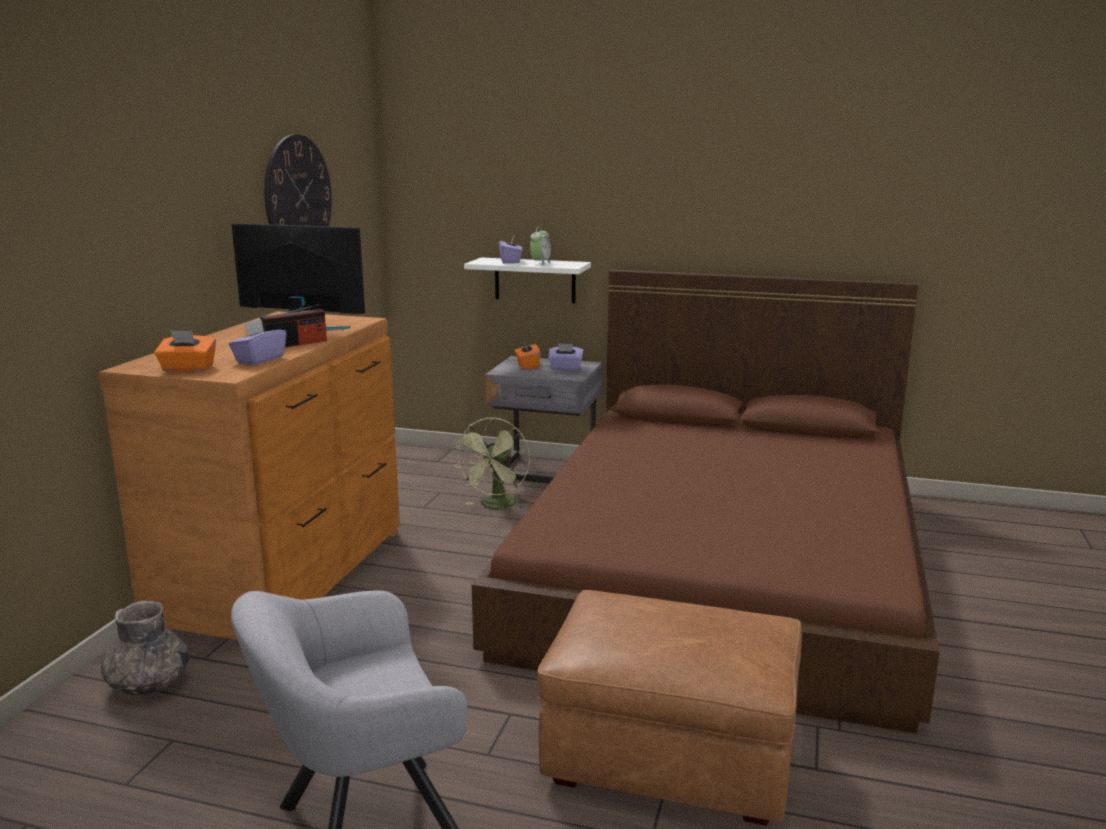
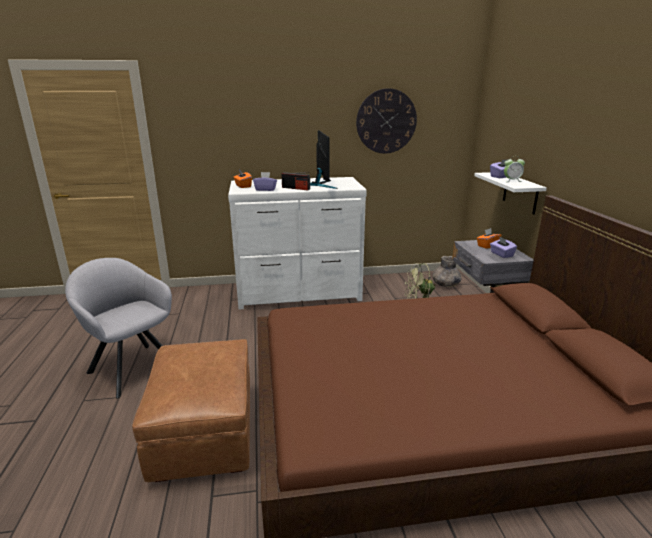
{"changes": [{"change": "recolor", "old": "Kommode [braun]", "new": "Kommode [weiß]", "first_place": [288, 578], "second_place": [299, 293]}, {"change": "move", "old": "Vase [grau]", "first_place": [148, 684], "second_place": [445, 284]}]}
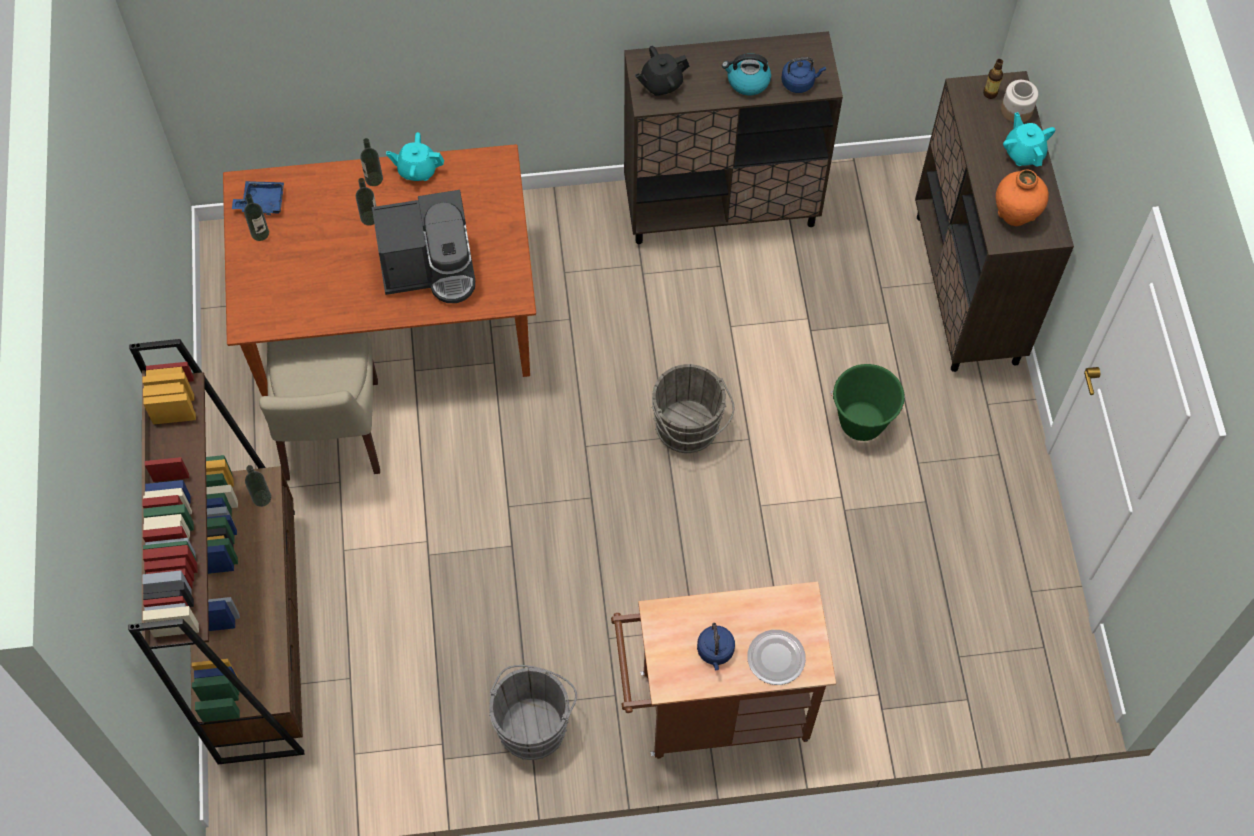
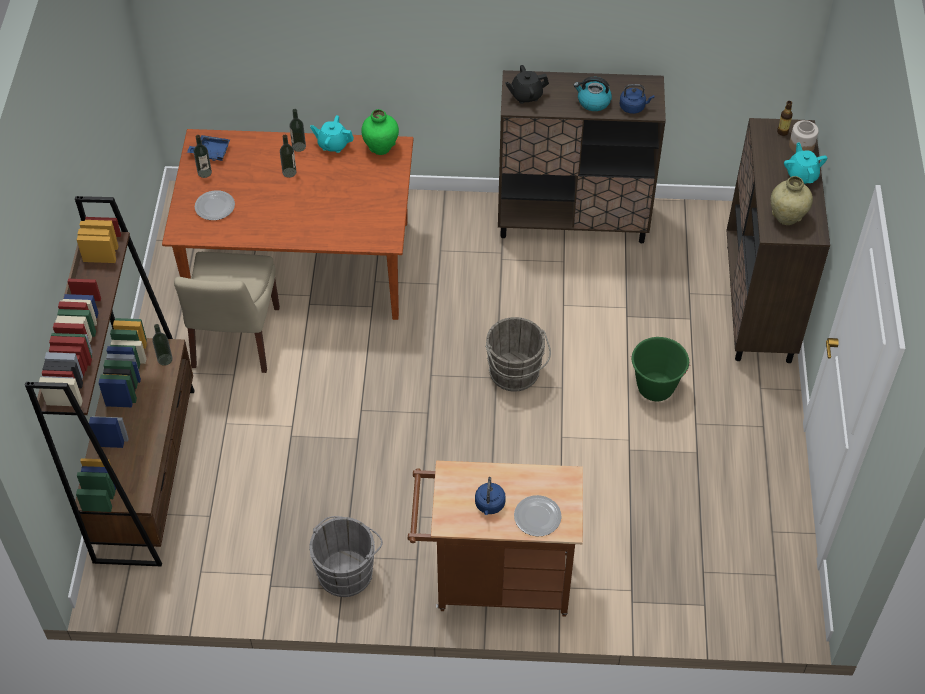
{"changes": [{"change": "delete", "old": "Kaffeemaschine", "first_place": [430, 268]}, {"change": "recolor", "old": "Vase [orange]", "new": "Vase [beige]", "first_place": [1015, 214], "second_place": [787, 217]}, {"change": "insert", "new": "Teller", "second_place": [215, 206]}, {"change": "insert", "new": "Vase [grün]", "second_place": [381, 148]}]}
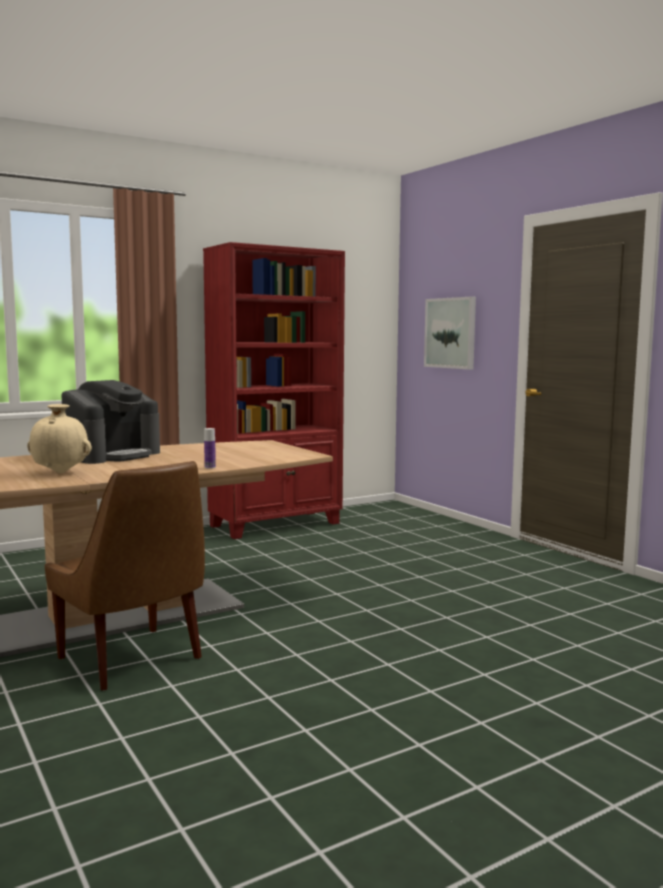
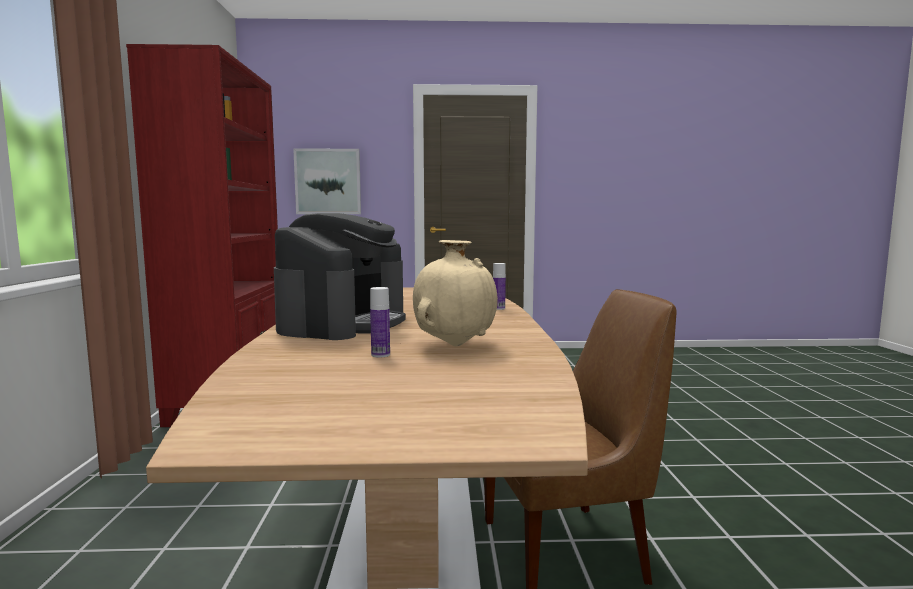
{"changes": [{"change": "rotate", "old": "Kaffeemaschine", "first_place": [112, 455], "second_place": [344, 324], "degrees": 45}, {"change": "insert", "new": "Flasche", "second_place": [380, 355]}]}
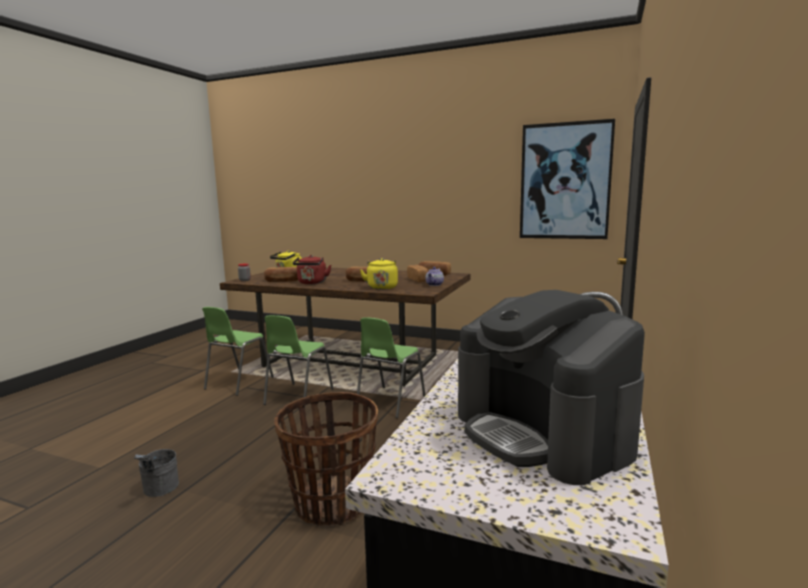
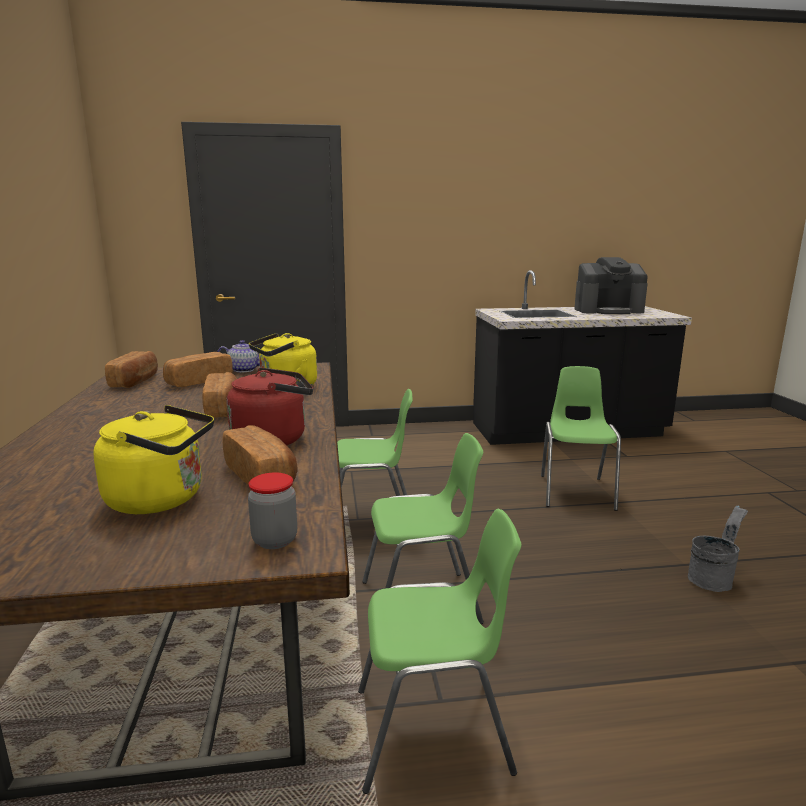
{"changes": [{"change": "replace", "old": "Korb", "new": "Stuhl [grün]", "first_place": [331, 503], "second_place": [576, 492]}, {"change": "rotate", "old": "Kaffeemaschine", "first_place": [542, 432], "second_place": [608, 310], "degrees": 60}, {"change": "delete", "old": "Bild", "first_place": [565, 181]}]}
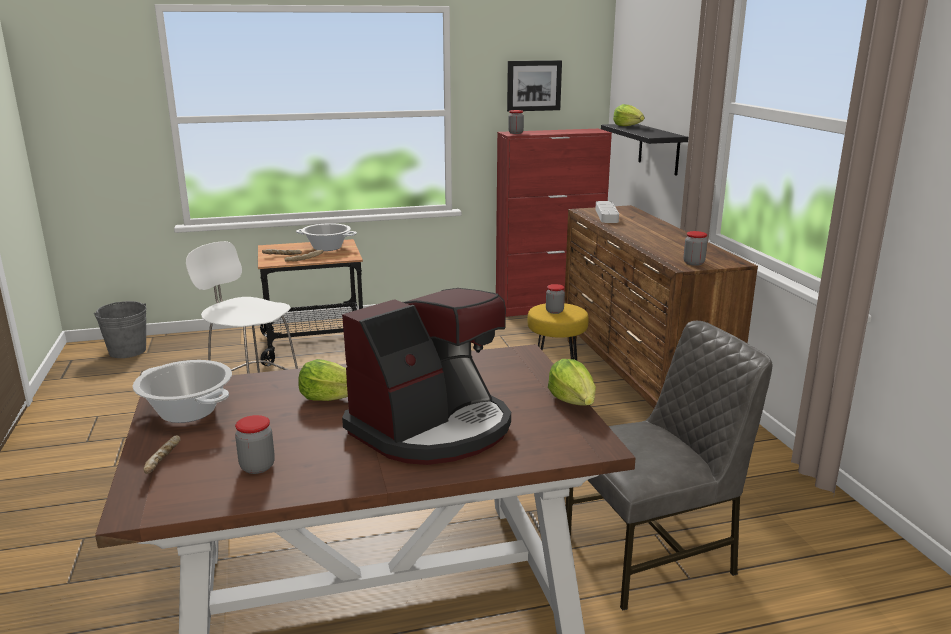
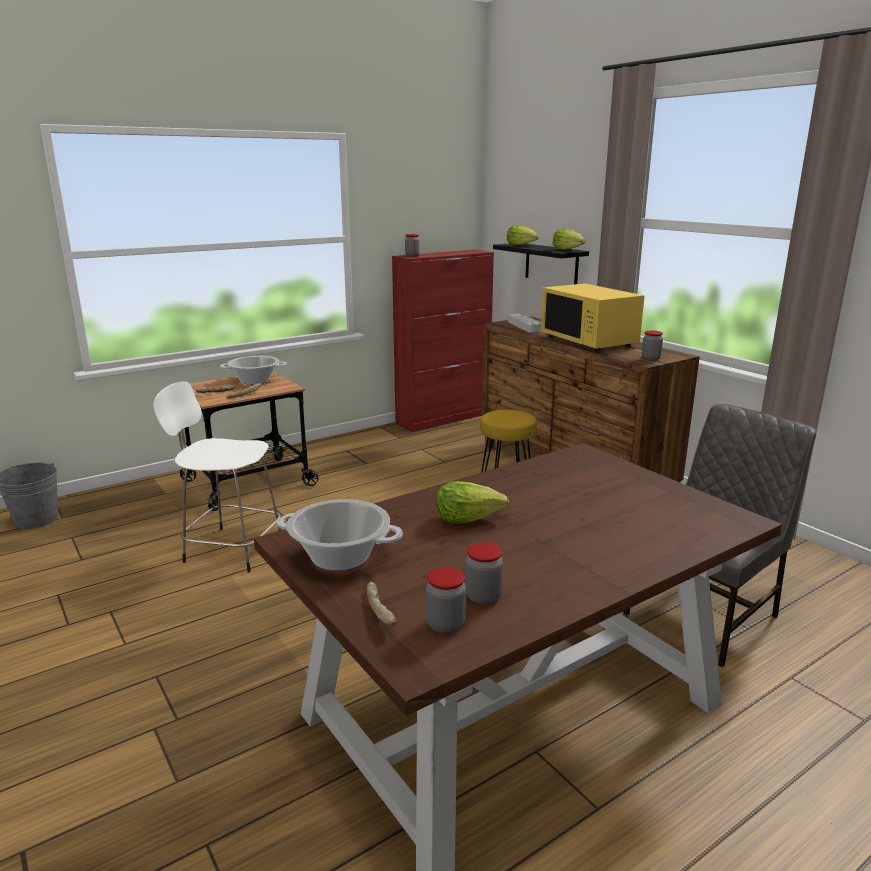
{"changes": [{"change": "delete", "old": "Kaffeemaschine", "first_place": [432, 428]}, {"change": "delete", "old": "Bild", "first_place": [533, 85]}, {"change": "move", "old": "Vorratsglas", "first_place": [554, 311], "second_place": [445, 625]}, {"change": "move", "old": "Salatkopf", "first_place": [573, 401], "second_place": [568, 250]}, {"change": "insert", "new": "Mikrowelle [gelb]", "second_place": [589, 341]}]}
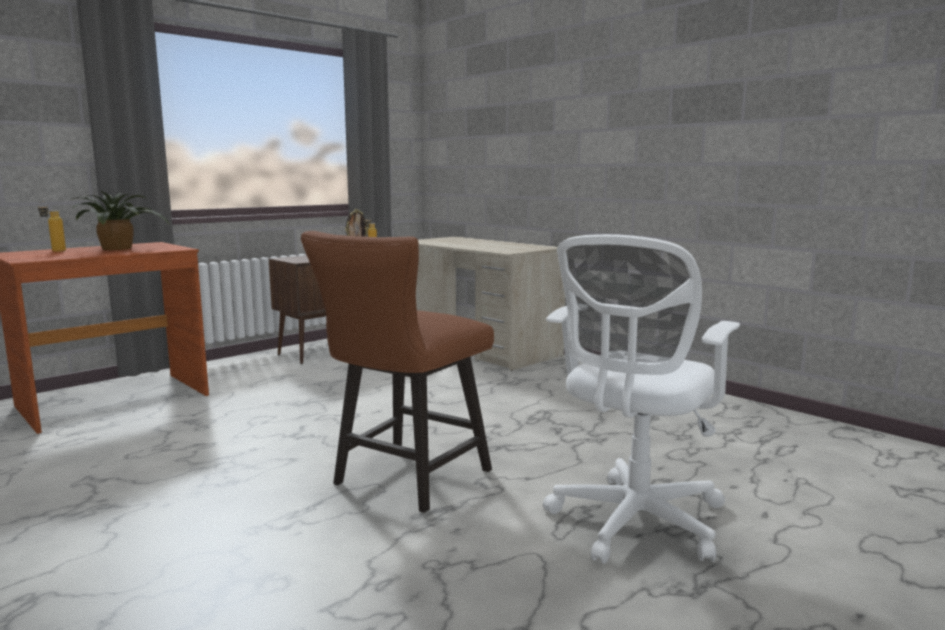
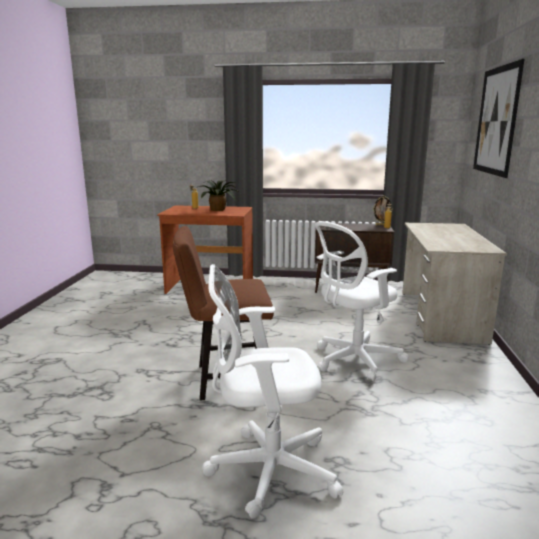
{"changes": [{"change": "insert", "new": "Bürostuhl [weiß]", "second_place": [353, 360]}, {"change": "insert", "new": "Bild", "second_place": [496, 121]}]}
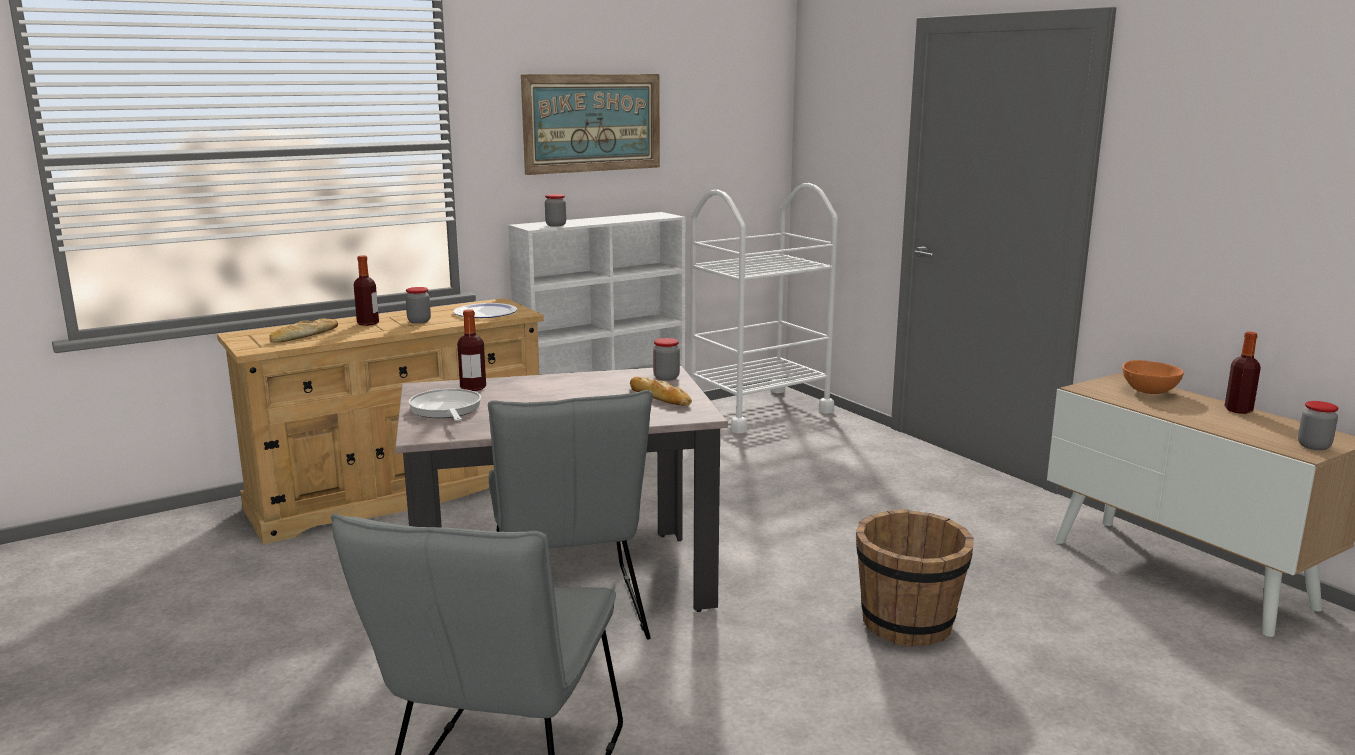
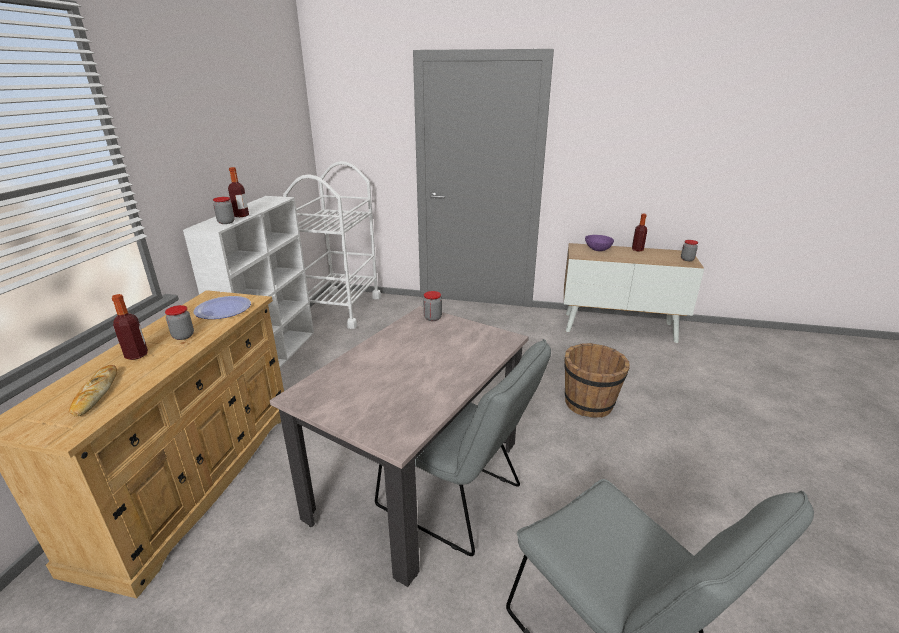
{"changes": [{"change": "delete", "old": "Pfanne", "first_place": [446, 410]}, {"change": "move", "old": "Flasche", "first_place": [473, 388], "second_place": [241, 215]}, {"change": "delete", "old": "Bild", "first_place": [592, 123]}, {"change": "delete", "old": "Brot", "first_place": [659, 396]}, {"change": "recolor", "old": "Schüssel [orange]", "new": "Schüssel [lila]", "first_place": [1149, 392], "second_place": [598, 250]}]}
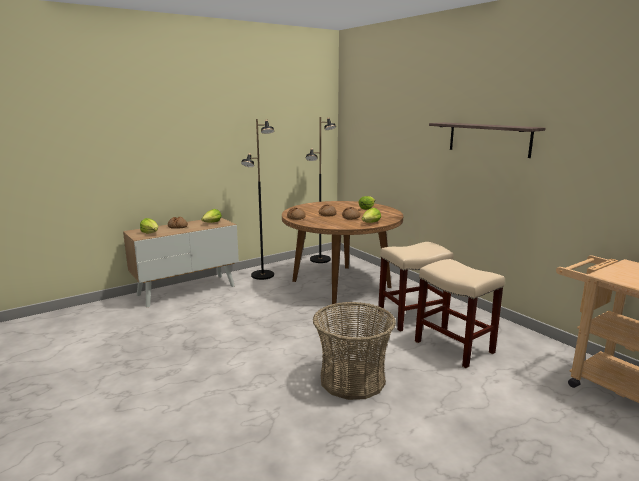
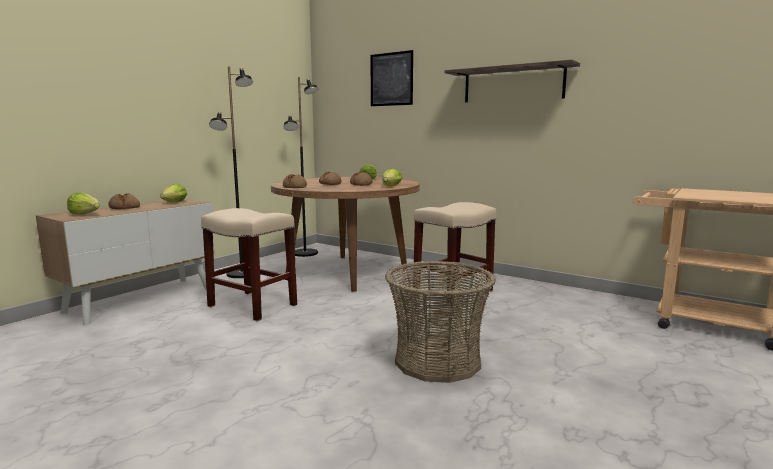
{"changes": [{"change": "move", "old": "Hocker [beige]", "first_place": [453, 347], "second_place": [251, 305]}, {"change": "insert", "new": "Bild", "second_place": [391, 79]}]}
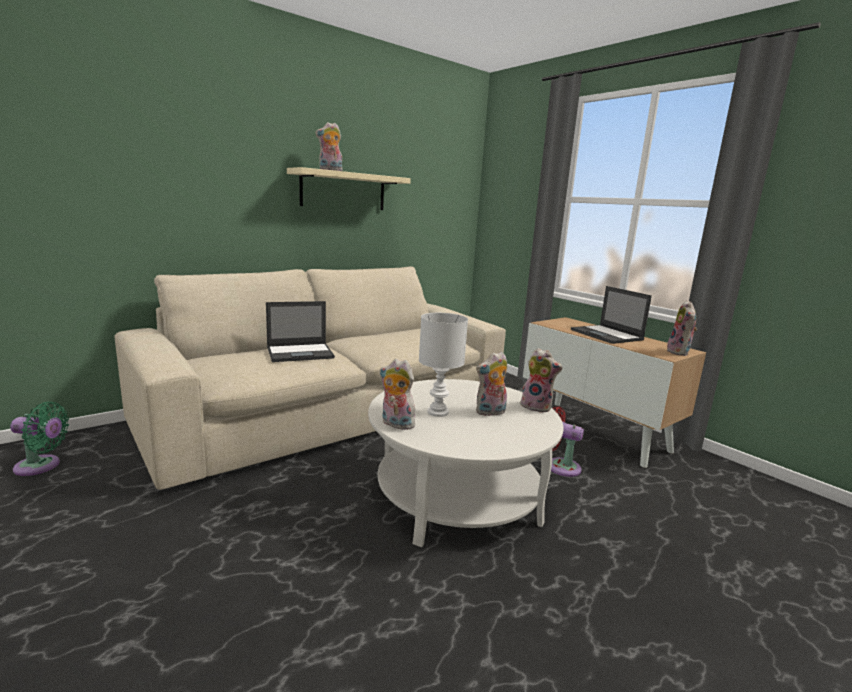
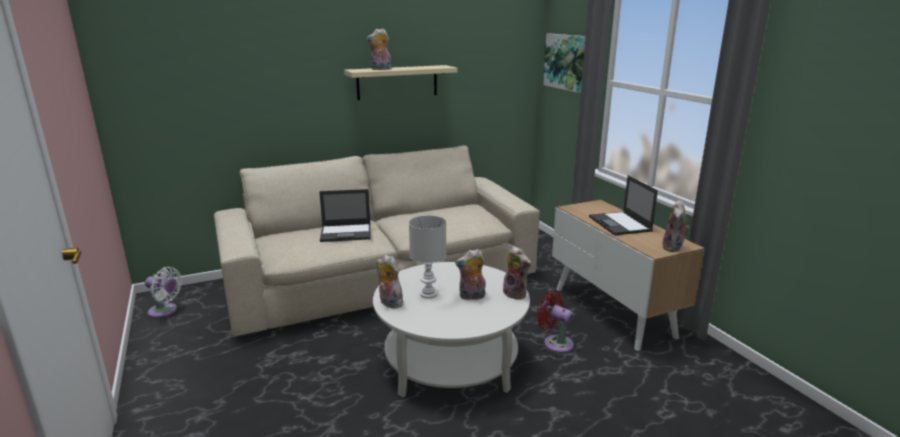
{"changes": [{"change": "recolor", "old": "Ventilator [grün]", "new": "Ventilator [weiß]", "first_place": [41, 466], "second_place": [165, 311]}, {"change": "insert", "new": "Bild", "second_place": [565, 62]}]}
